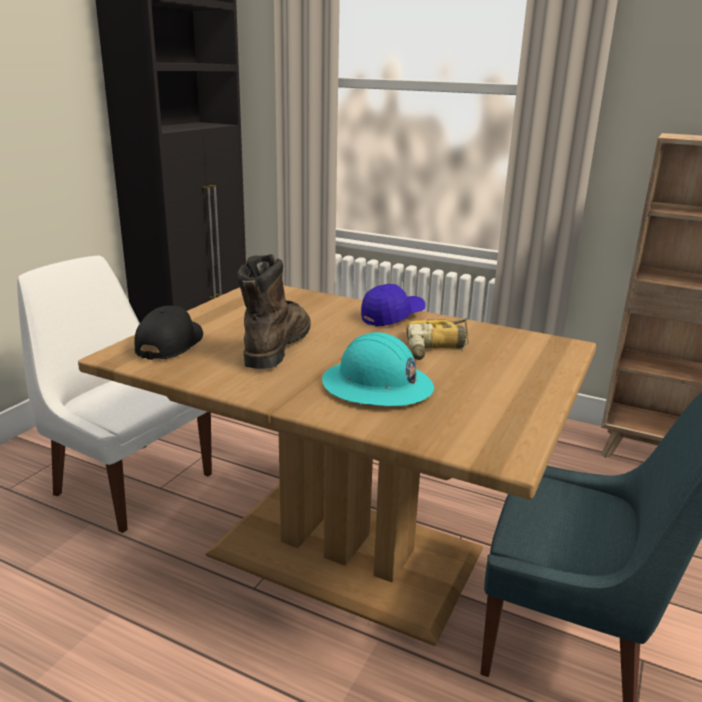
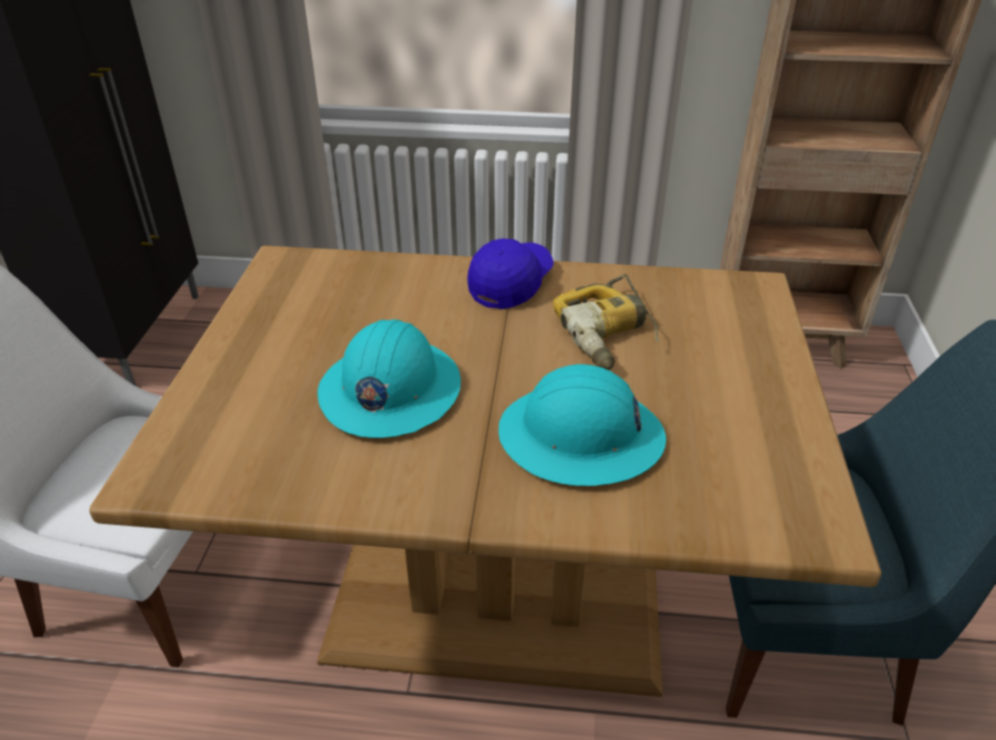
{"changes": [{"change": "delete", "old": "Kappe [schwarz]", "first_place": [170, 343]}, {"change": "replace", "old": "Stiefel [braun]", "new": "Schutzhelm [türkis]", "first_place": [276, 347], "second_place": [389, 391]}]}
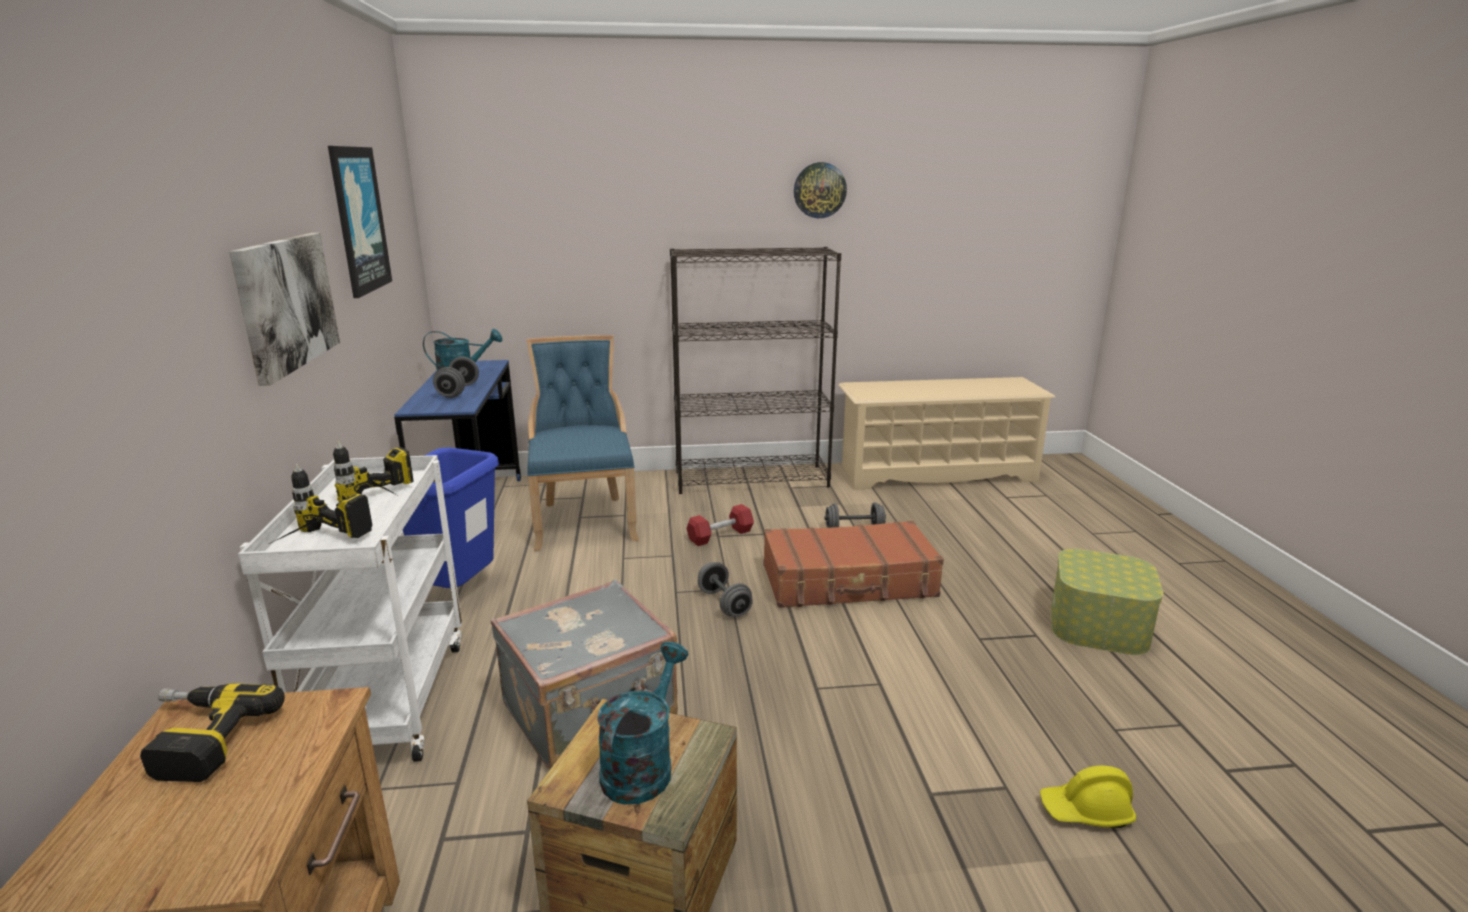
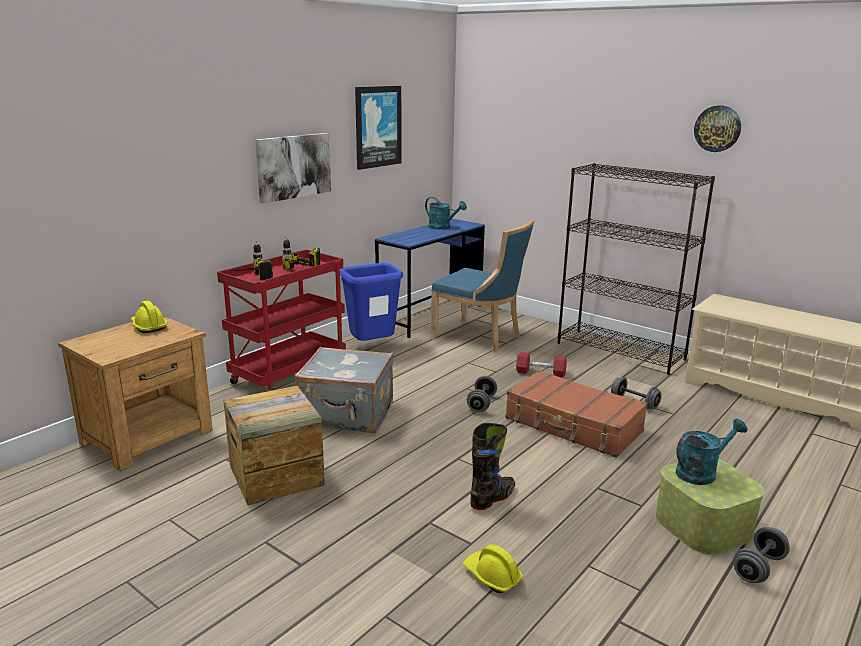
{"changes": [{"change": "replace", "old": "Bohrmaschine", "new": "Schutzhelm [gelb]", "first_place": [196, 739], "second_place": [148, 326]}, {"change": "recolor", "old": "Rollwagen [weiß]", "new": "Rollwagen [rot]", "first_place": [387, 698], "second_place": [288, 374]}, {"change": "move", "old": "Hantel [grau]", "first_place": [458, 391], "second_place": [758, 568]}, {"change": "rotate", "old": "Stuhl [blau]", "first_place": [584, 520], "second_place": [480, 337], "degrees": 90}, {"change": "move", "old": "Gießkanne [türkis]", "first_place": [642, 765], "second_place": [701, 472]}, {"change": "insert", "new": "Stiefel [schwarz]", "second_place": [492, 498]}]}
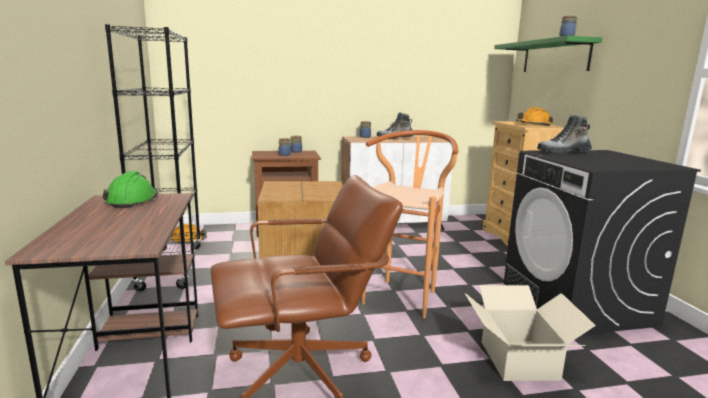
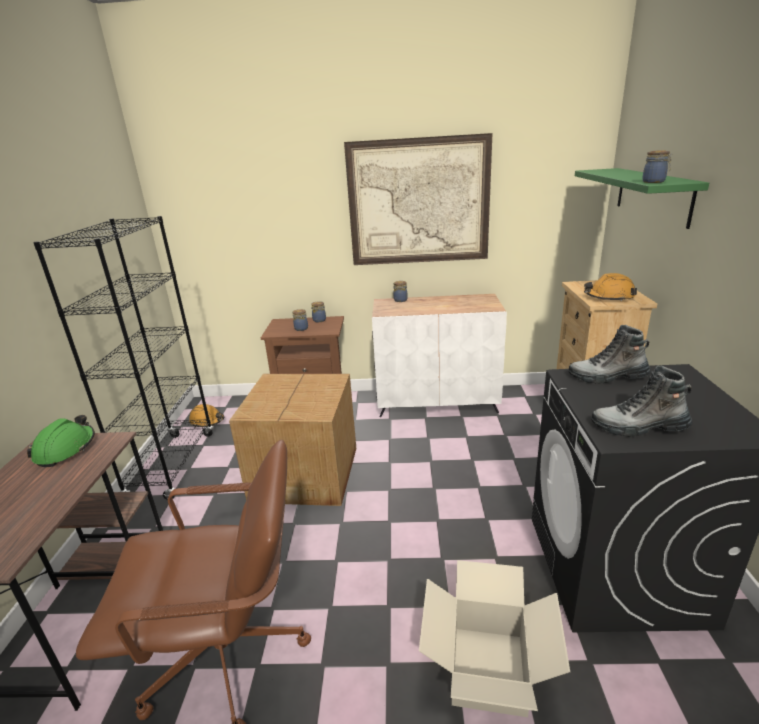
{"changes": [{"change": "delete", "old": "Hocker [braun]", "first_place": [404, 294]}, {"change": "move", "old": "Stiefel", "first_place": [395, 138], "second_place": [638, 427]}, {"change": "insert", "new": "Bild", "second_place": [418, 202]}]}
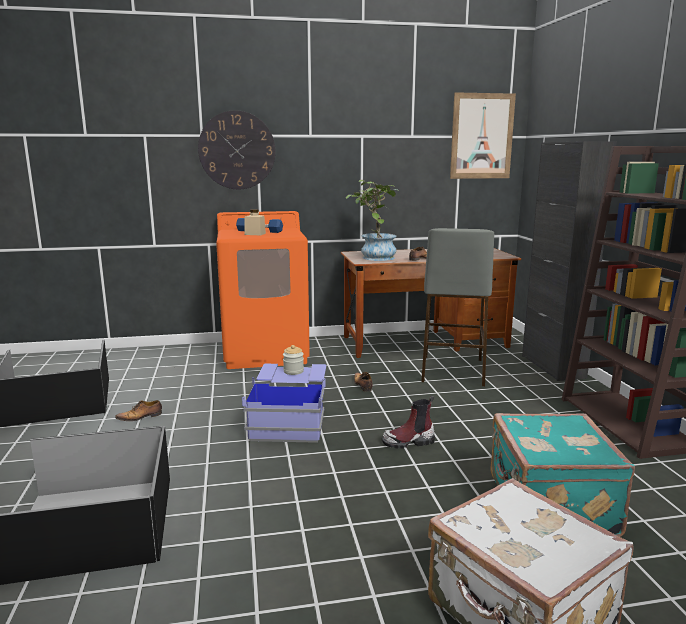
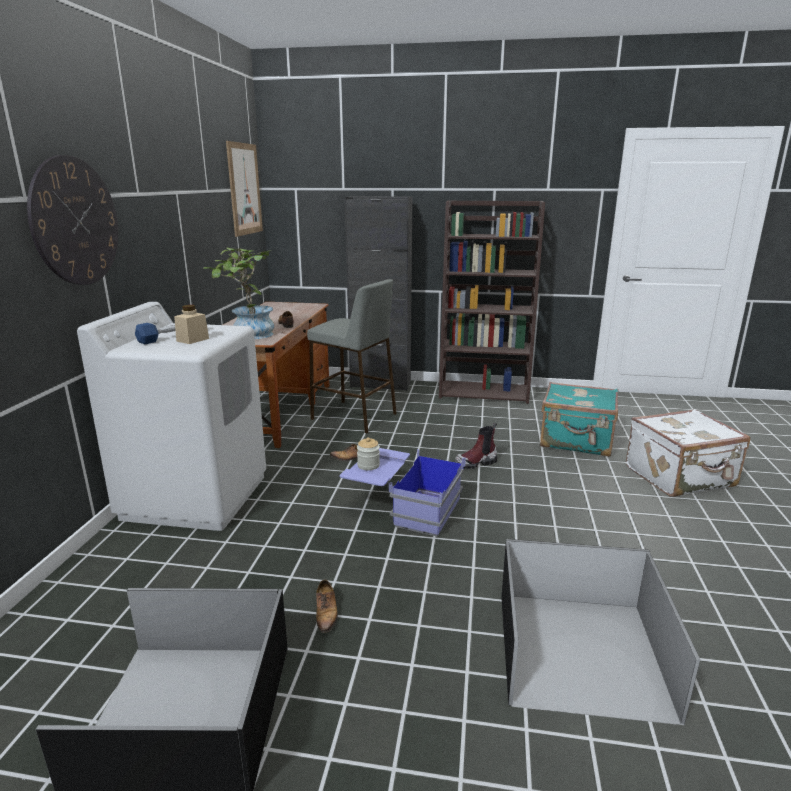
{"changes": [{"change": "recolor", "old": "Waschmaschine [orange]", "new": "Waschmaschine [weiß]", "first_place": [265, 352], "second_place": [196, 496]}, {"change": "rotate", "old": "Stiefel", "first_place": [408, 442], "second_place": [476, 462], "degrees": 60}]}
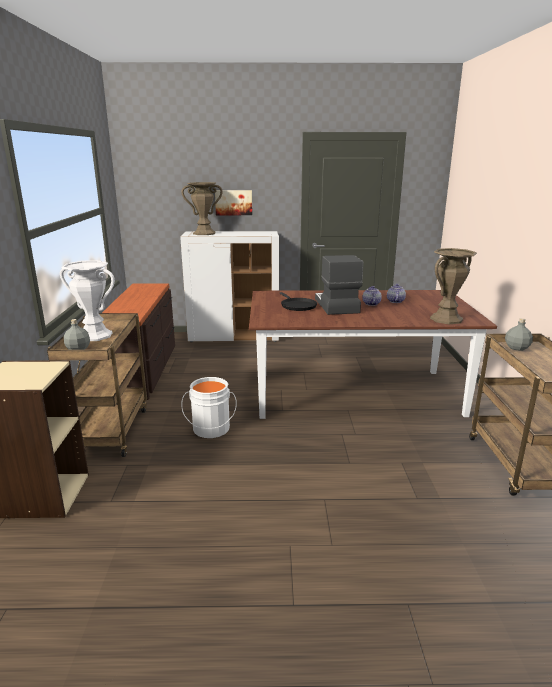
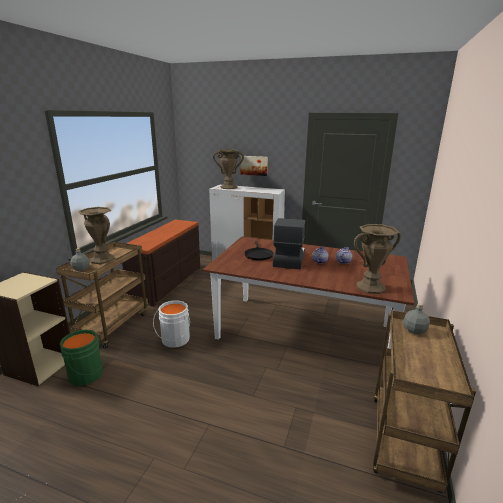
{"changes": [{"change": "recolor", "old": "Vase [weiß]", "new": "Vase [braun]", "first_place": [95, 335], "second_place": [102, 259]}, {"change": "insert", "new": "Eimer [grün]", "second_place": [87, 375]}]}
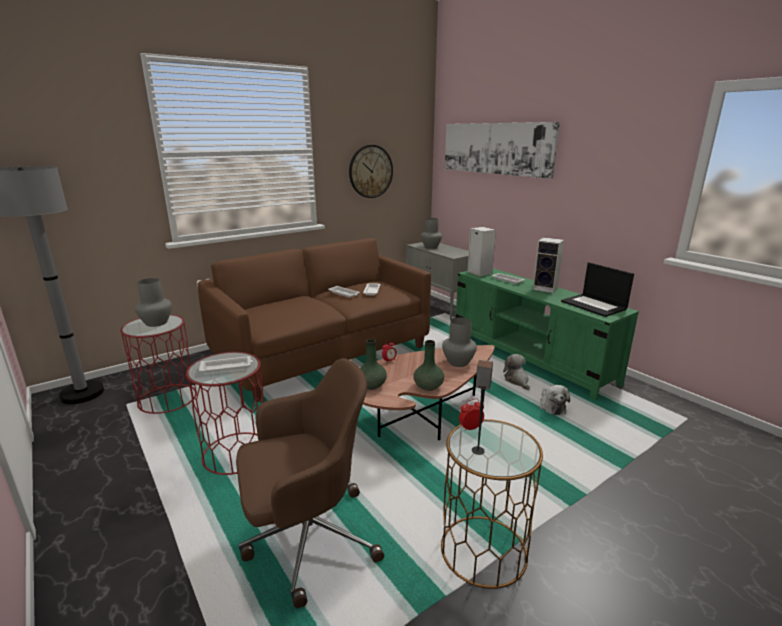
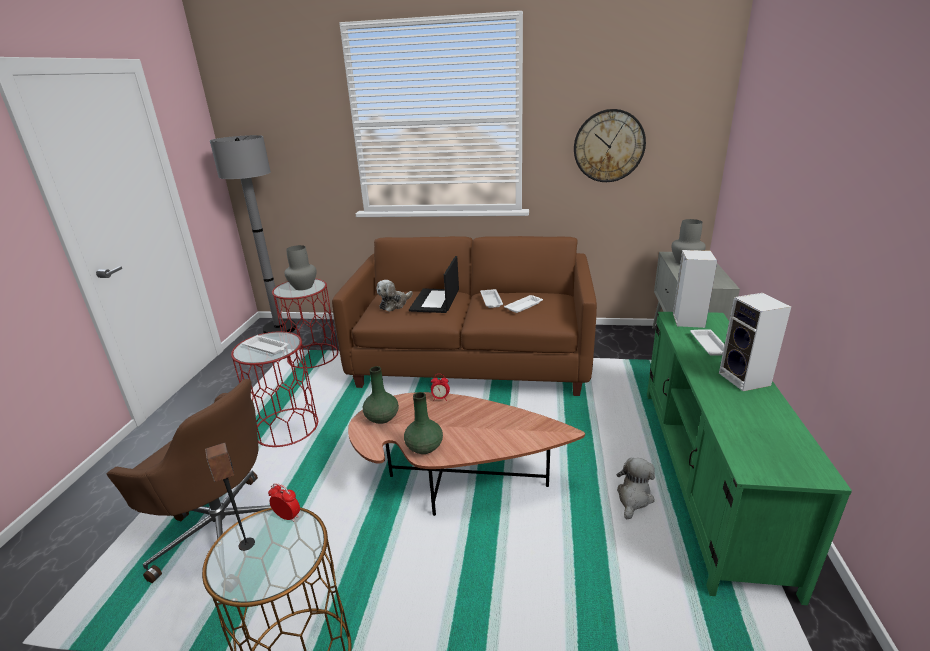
{"changes": [{"change": "delete", "old": "Vase [grau]", "first_place": [459, 362]}, {"change": "delete", "old": "Bild", "first_place": [495, 148]}, {"change": "move", "old": "Plüschtier", "first_place": [551, 406], "second_place": [394, 304]}, {"change": "move", "old": "Laptop", "first_place": [594, 305], "second_place": [435, 301]}]}
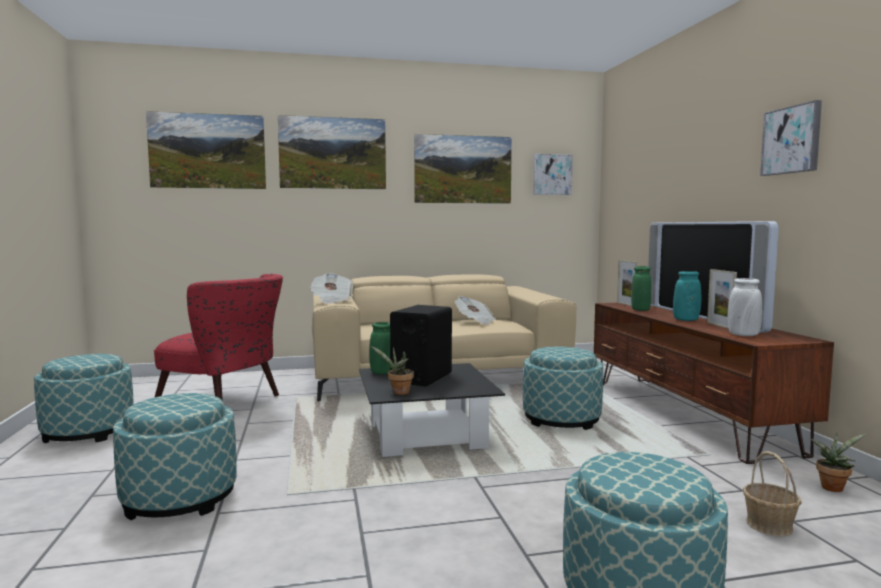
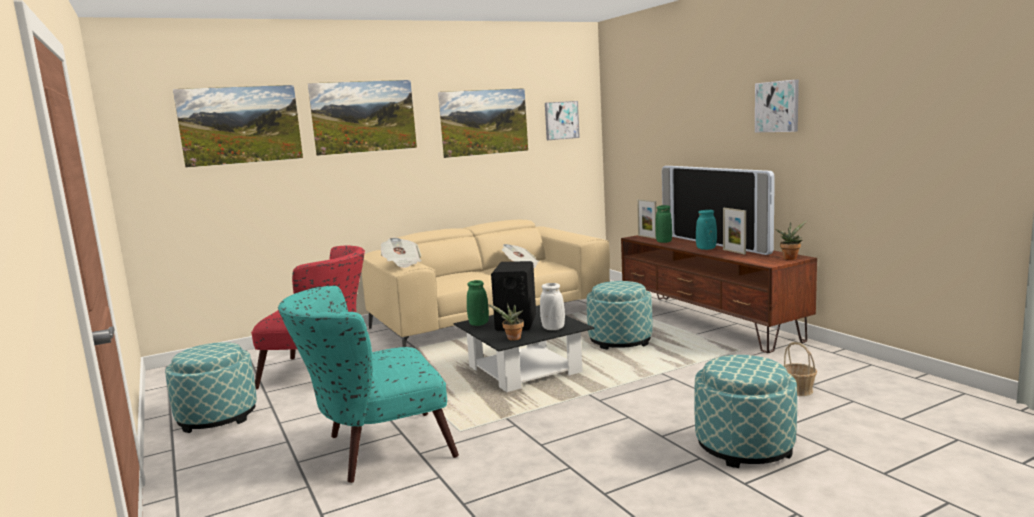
{"changes": [{"change": "replace", "old": "Polsterhocker", "new": "Sessel [türkis]", "first_place": [179, 498], "second_place": [375, 449]}, {"change": "move", "old": "Vase [weiß]", "first_place": [743, 335], "second_place": [553, 328]}, {"change": "move", "old": "Topfpflanze", "first_place": [833, 487], "second_place": [790, 258]}]}
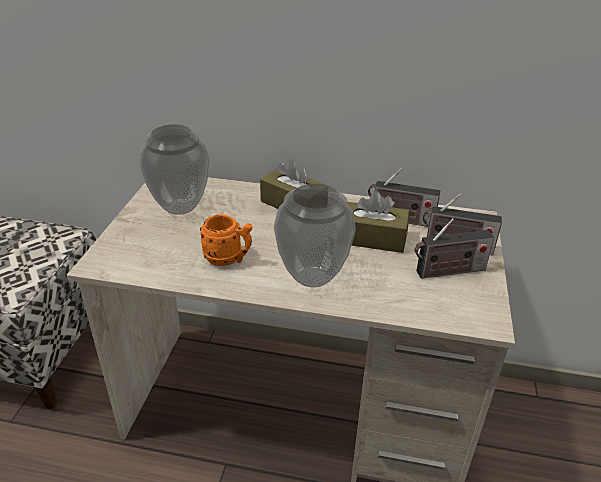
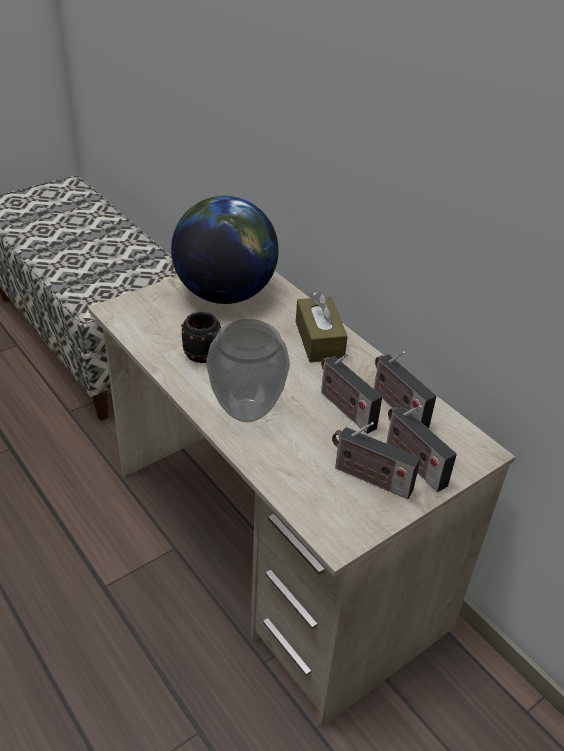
{"changes": [{"change": "replace", "old": "Vase", "new": "Globus", "first_place": [179, 207], "second_place": [225, 293]}, {"change": "recolor", "old": "Henkelbecher [orange]", "new": "Henkelbecher [schwarz]", "first_place": [229, 259], "second_place": [205, 358]}, {"change": "replace", "old": "Taschentuchbox [braun]", "new": "Radio", "first_place": [371, 238], "second_place": [344, 408]}]}
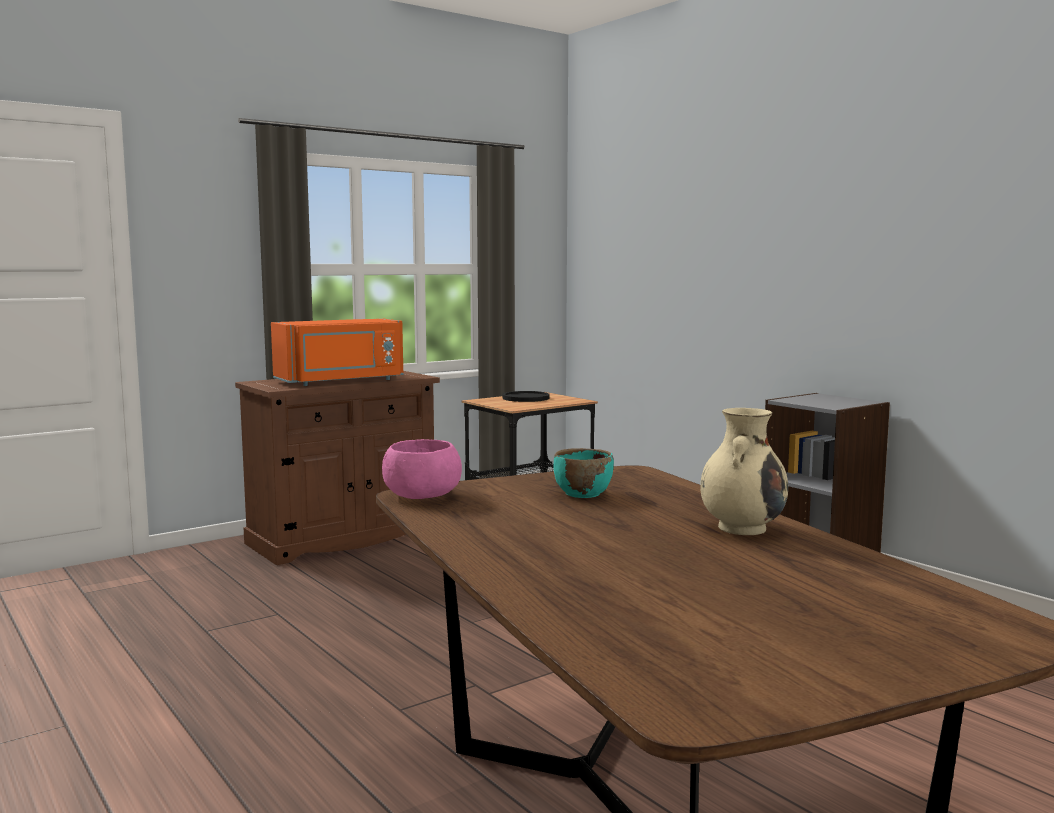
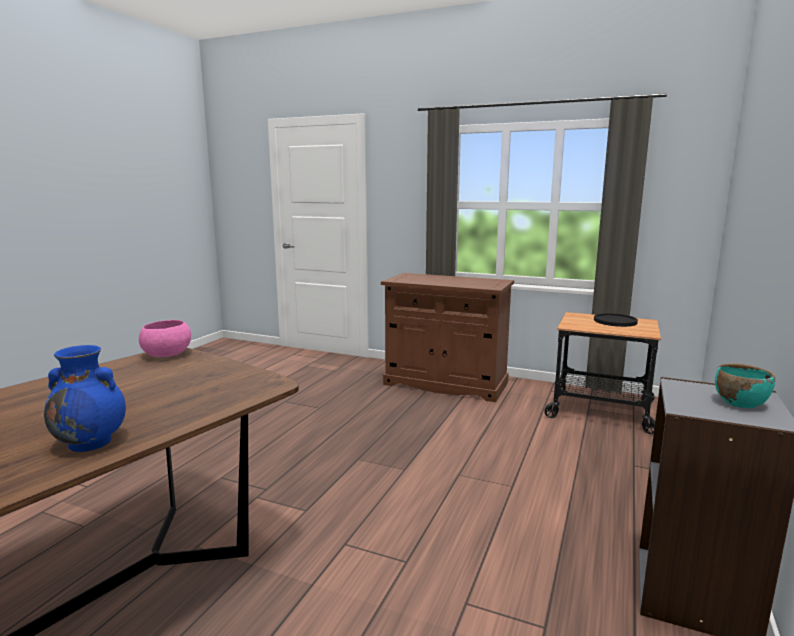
{"changes": [{"change": "delete", "old": "Mikrowelle [orange]", "first_place": [341, 381]}, {"change": "move", "old": "Schüssel [türkis]", "first_place": [582, 494], "second_place": [739, 402]}, {"change": "recolor", "old": "Vase [beige]", "new": "Vase [blau]", "first_place": [742, 528], "second_place": [91, 442]}]}
